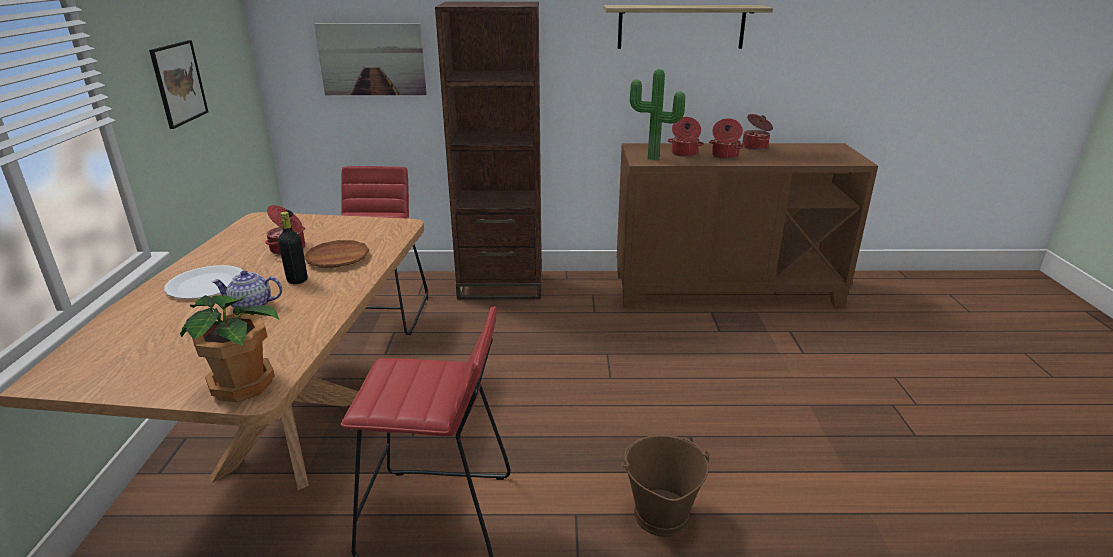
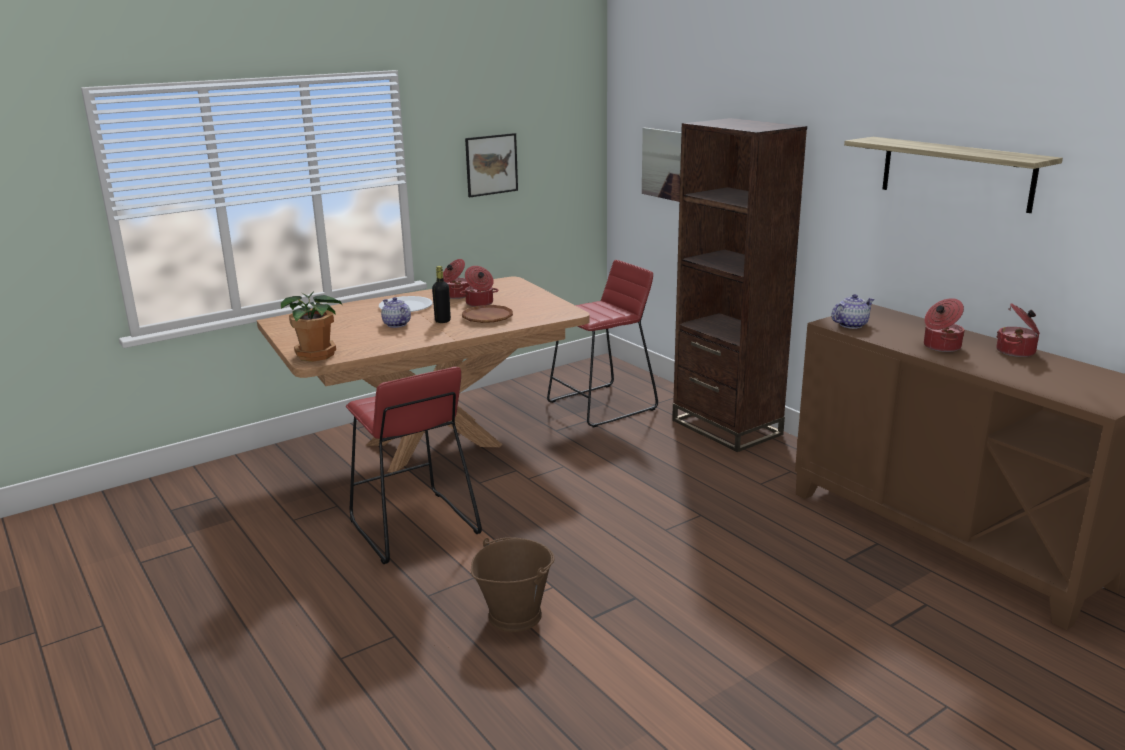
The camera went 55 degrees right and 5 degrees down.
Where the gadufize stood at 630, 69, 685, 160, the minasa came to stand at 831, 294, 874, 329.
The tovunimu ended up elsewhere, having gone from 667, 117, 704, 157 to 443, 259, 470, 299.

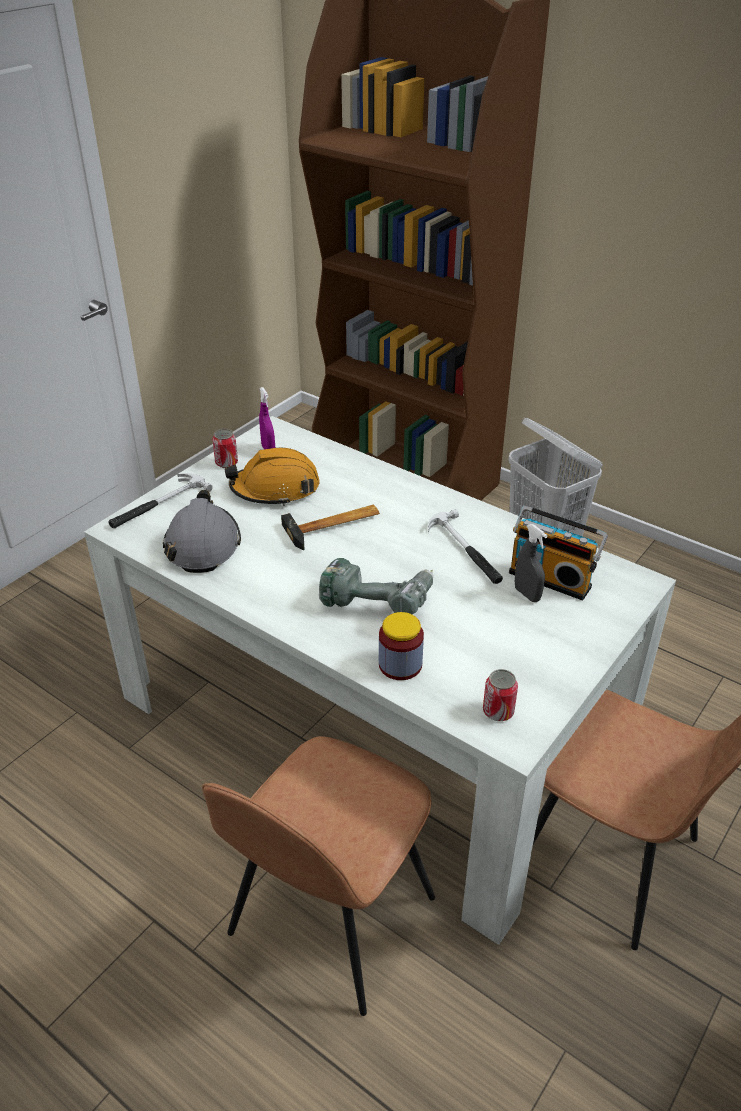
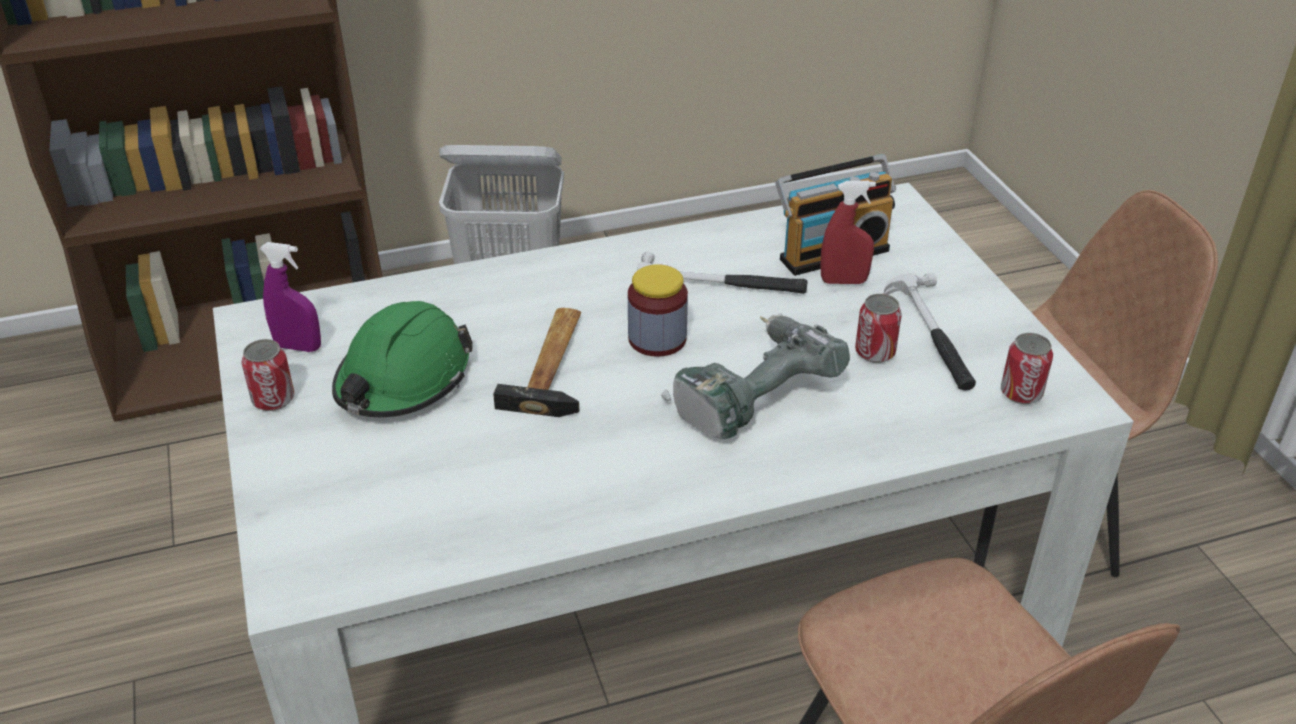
The camera went 55 degrees left and 0 degrees up.
The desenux ended up elsewhere, having gone from 108, 473, 213, 528 to 884, 273, 976, 391.
The second view lost the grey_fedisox at 163, 490, 241, 573.
What was the orange_fedisox at 225, 448, 320, 506 turned into the green_fedisox at 332, 301, 473, 417.
The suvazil ended up elsewhere, having gone from 379, 612, 424, 680 to 628, 264, 688, 357.
What was the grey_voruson at 515, 524, 548, 602 turned into the red_voruson at 820, 181, 876, 284.
The second view gained the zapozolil at 855, 294, 902, 363.

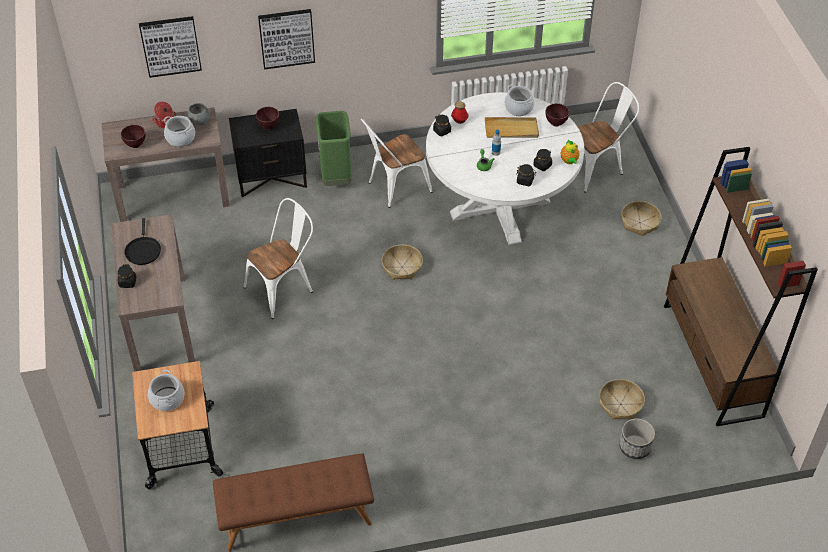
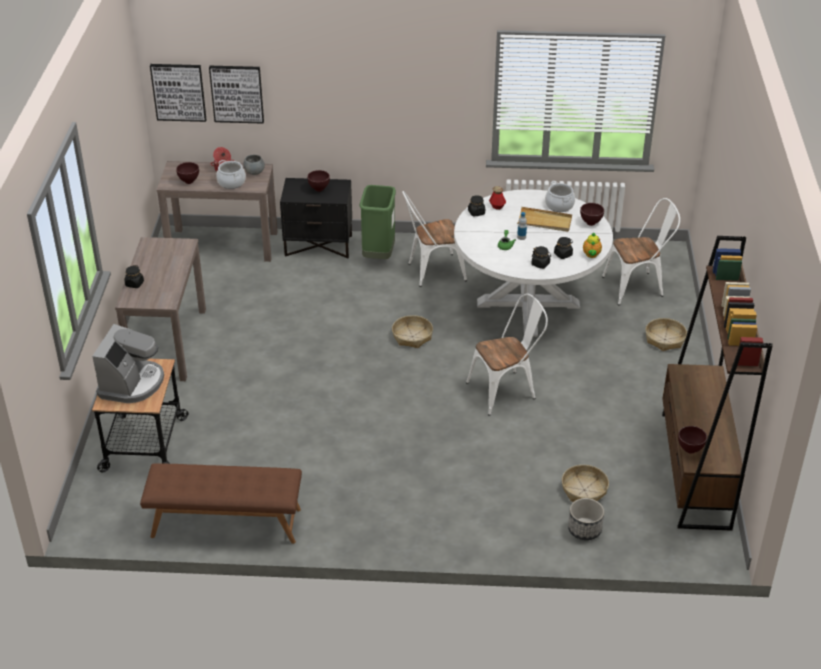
The camera went 15 degrees right and 10 degrees down.
The second view lost the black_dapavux at 124, 218, 161, 265.
Where the tovunimu stood at 148, 370, 184, 411, the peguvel came to stand at 92, 324, 164, 403.
The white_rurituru ended up elsewhere, having gone from 243, 198, 313, 319 to 466, 293, 548, 416.
The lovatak ended up elsewhere, having gone from 258, 9, 315, 70 to 150, 64, 207, 122.
The second view gained the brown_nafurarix at 678, 426, 707, 454.

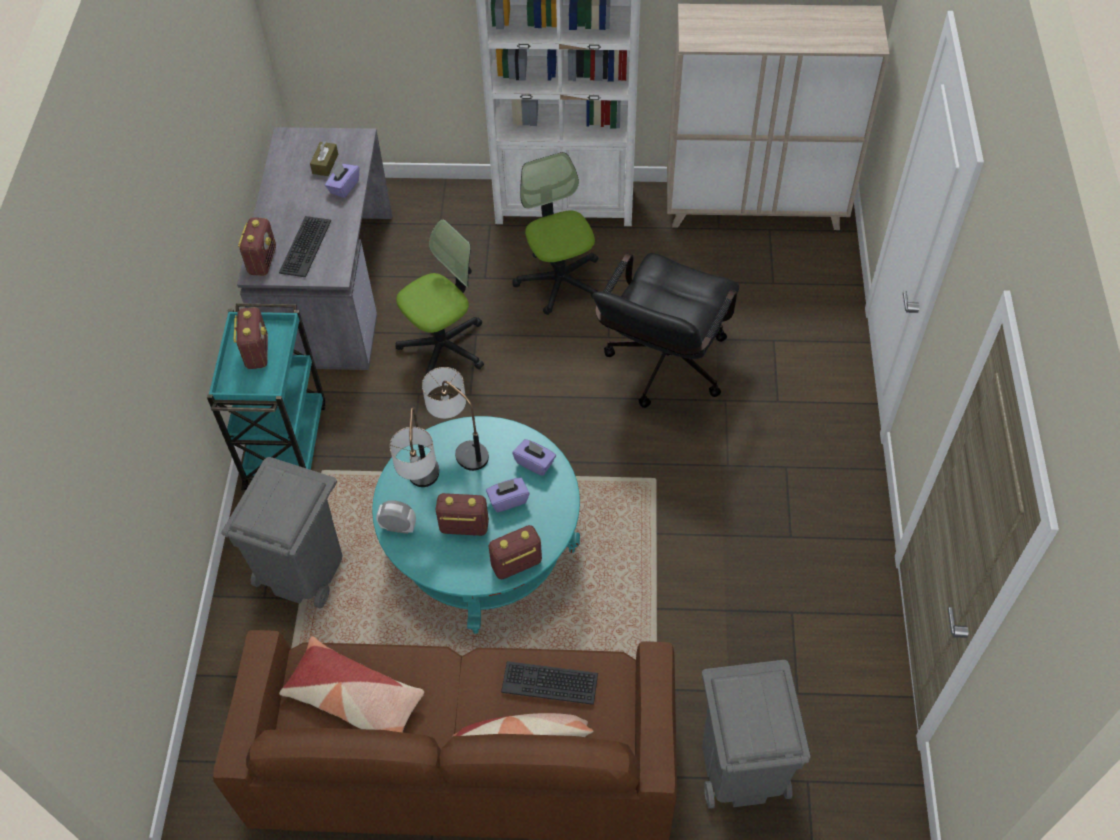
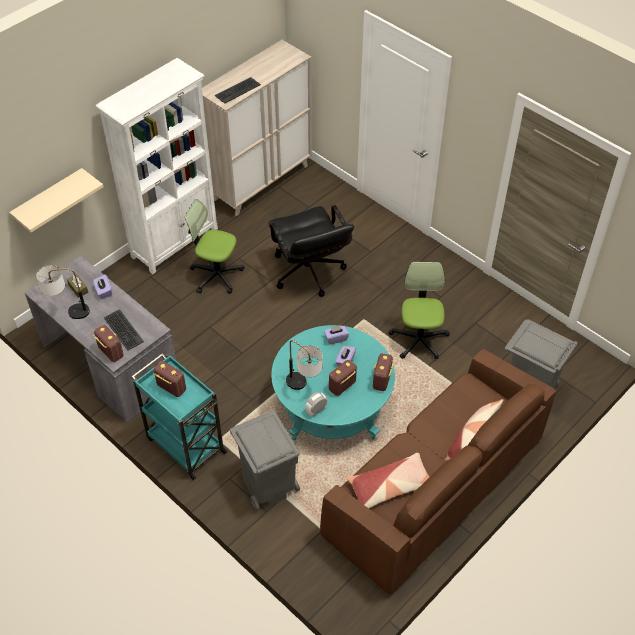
The camera went 50 degrees left and 5 degrees down.
The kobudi ended up elsewhere, having gone from 396, 219, 484, 375 to 389, 262, 450, 359.
The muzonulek ended up elsewhere, having gone from 422, 367, 489, 471 to 36, 265, 90, 319.
The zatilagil ended up elsewhere, having gone from 501, 661, 598, 705 to 215, 77, 261, 104.
The second view gained the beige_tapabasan at 9, 168, 103, 232.

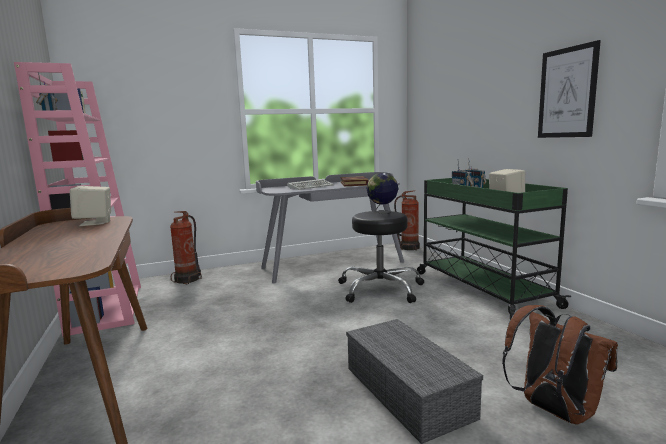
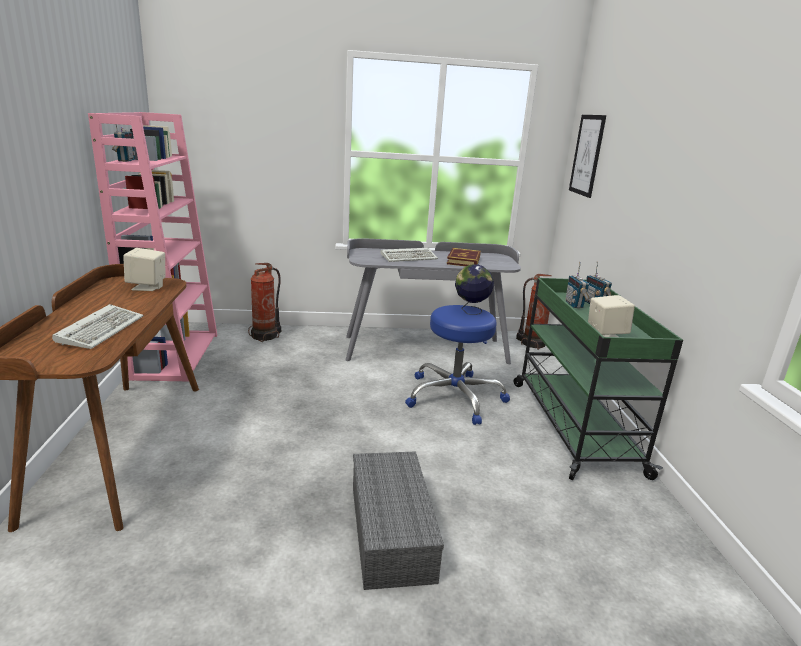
The camera went 15 degrees right and 10 degrees up.
What was the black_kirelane at 338, 211, 424, 303 turned into the blue_kirelane at 405, 305, 510, 425.
The second view lost the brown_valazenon at 502, 305, 618, 425.
The lovatak ended up elsewhere, having gone from 538, 40, 601, 138 to 569, 115, 606, 198.
The second view gained the zatilagil at 52, 304, 144, 349.

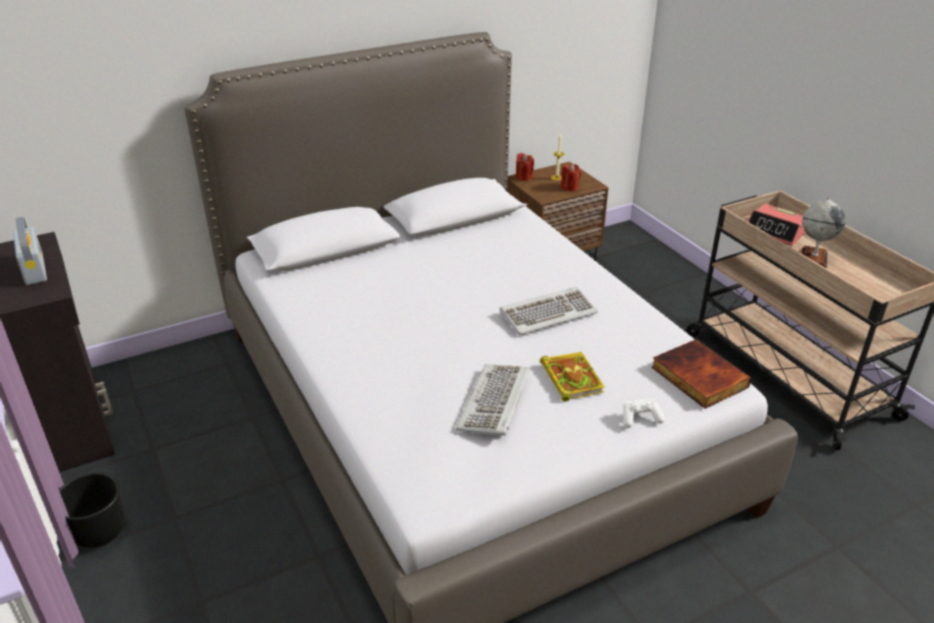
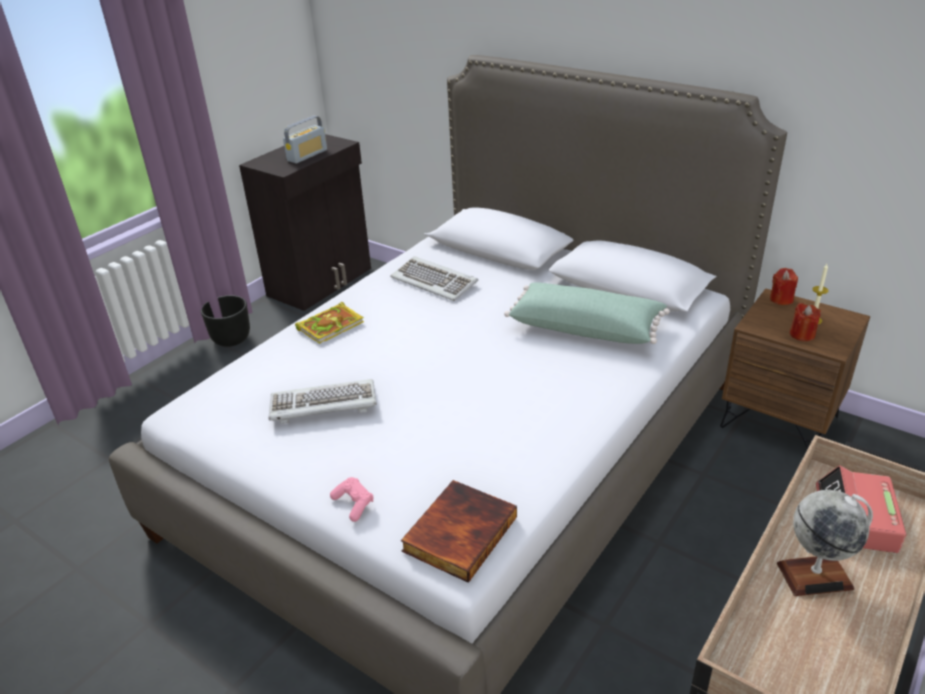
The camera went 65 degrees right and 0 degrees up.
The zatilagil ended up elsewhere, having gone from 499, 287, 598, 335 to 390, 256, 478, 301.
The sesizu ended up elsewhere, having gone from 540, 352, 605, 402 to 295, 302, 364, 344.
What was the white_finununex at 623, 398, 665, 428 turned into the pink_finununex at 330, 477, 374, 522.
The second view gained the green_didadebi at 504, 282, 670, 344.

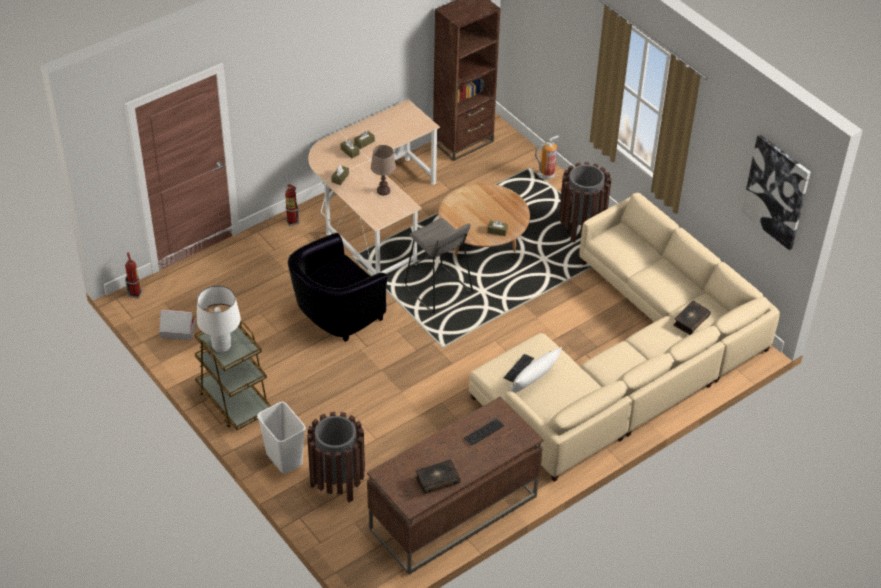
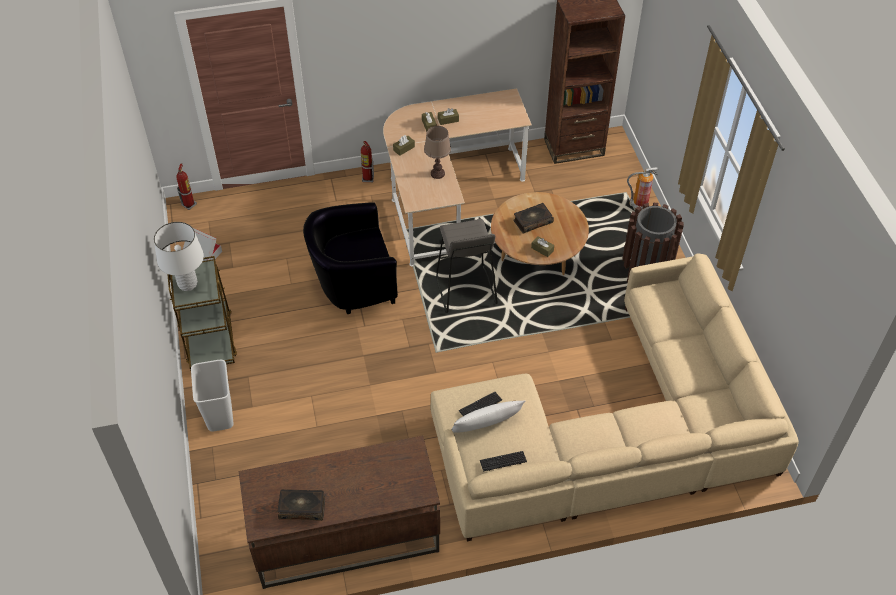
The camera went 25 degrees right and 5 degrees up.
The second view lost the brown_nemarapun at 307, 412, 365, 503.
The zatilagil ended up elsewhere, having gone from 464, 418, 504, 445 to 480, 451, 527, 471.
The sesizu ended up elsewhere, having gone from 673, 301, 711, 335 to 513, 203, 554, 234.
The second view lost the lovatak at 741, 134, 811, 250.

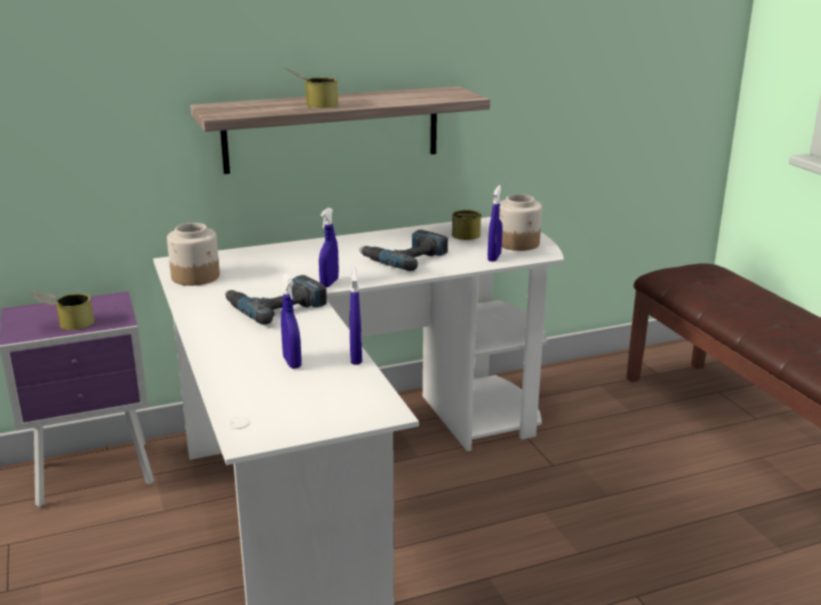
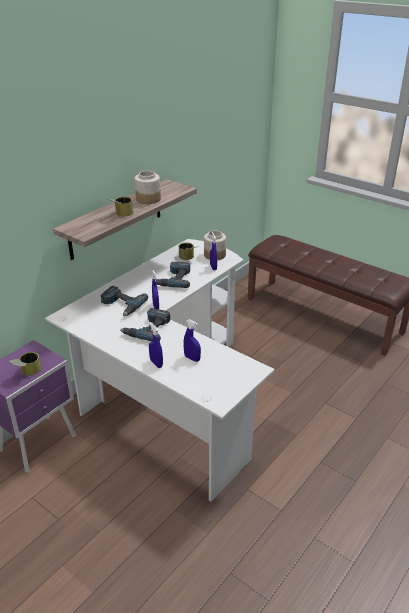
The camera went 30 degrees left and 10 degrees up.
The suvazil ended up elsewhere, having gone from 167, 223, 220, 286 to 135, 171, 161, 204.
The blue_voruson ended up elsewhere, having gone from 350, 266, 362, 365 to 149, 322, 163, 368.
The second view gained the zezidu at 100, 286, 148, 316.

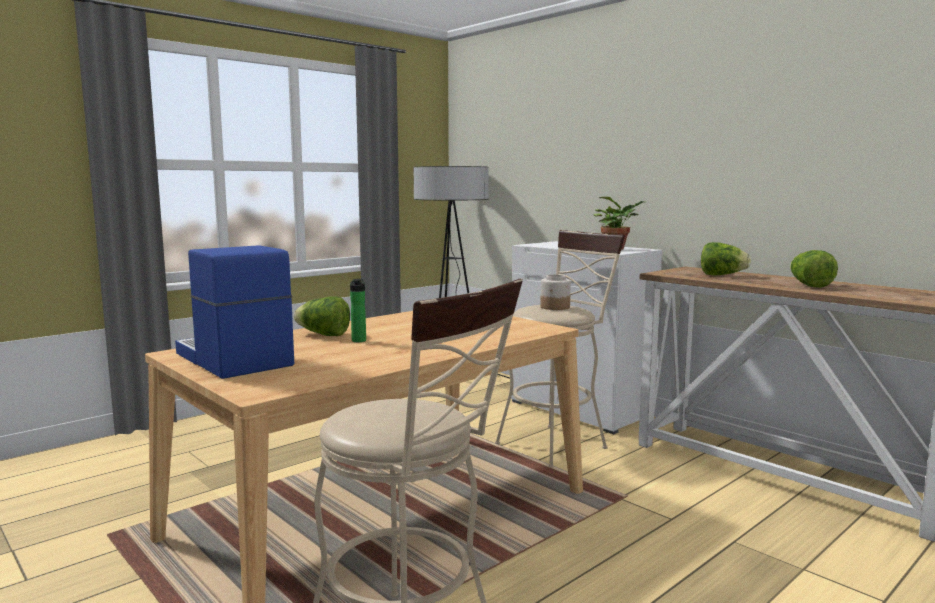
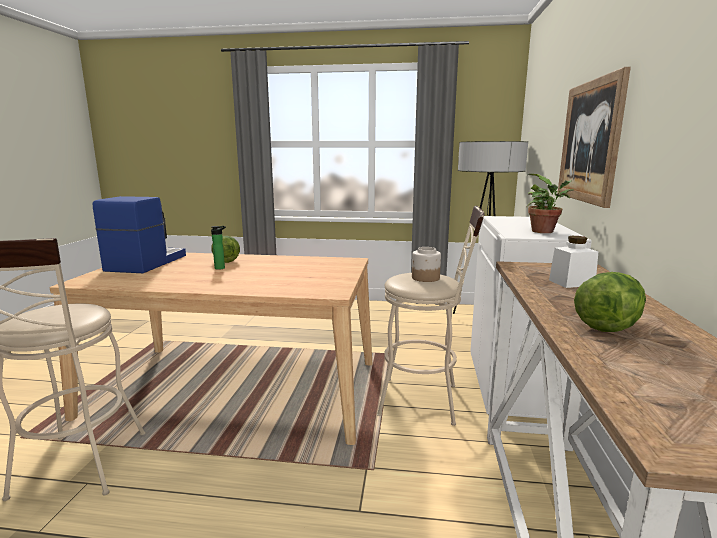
The camera went 50 degrees right and 5 degrees up.
Where the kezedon stood at 701, 242, 751, 275, the white_suvazil came to stand at 549, 236, 599, 288.
The second view gained the lovatak at 558, 67, 631, 208.

